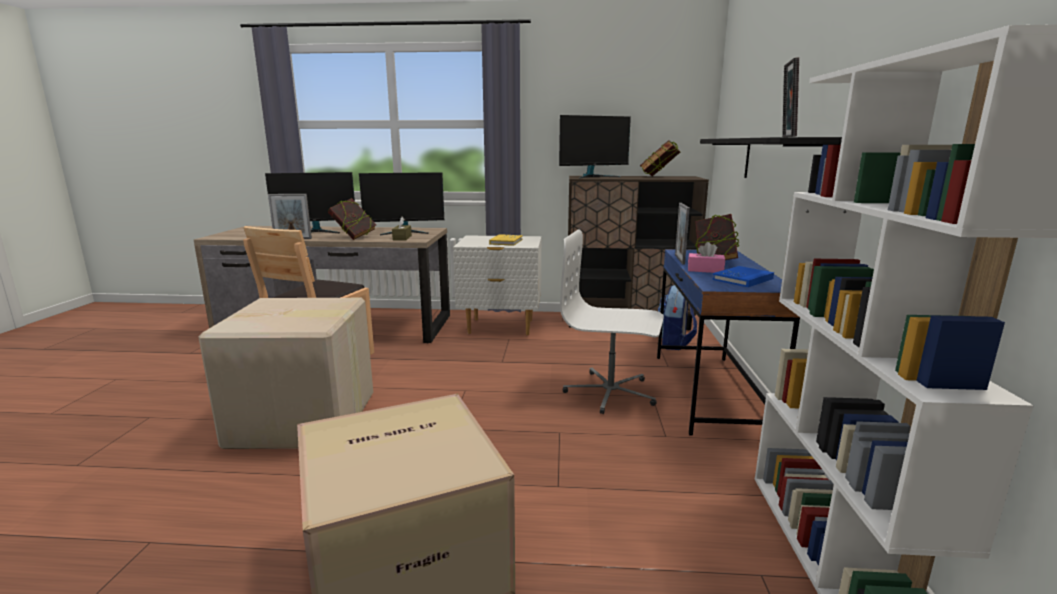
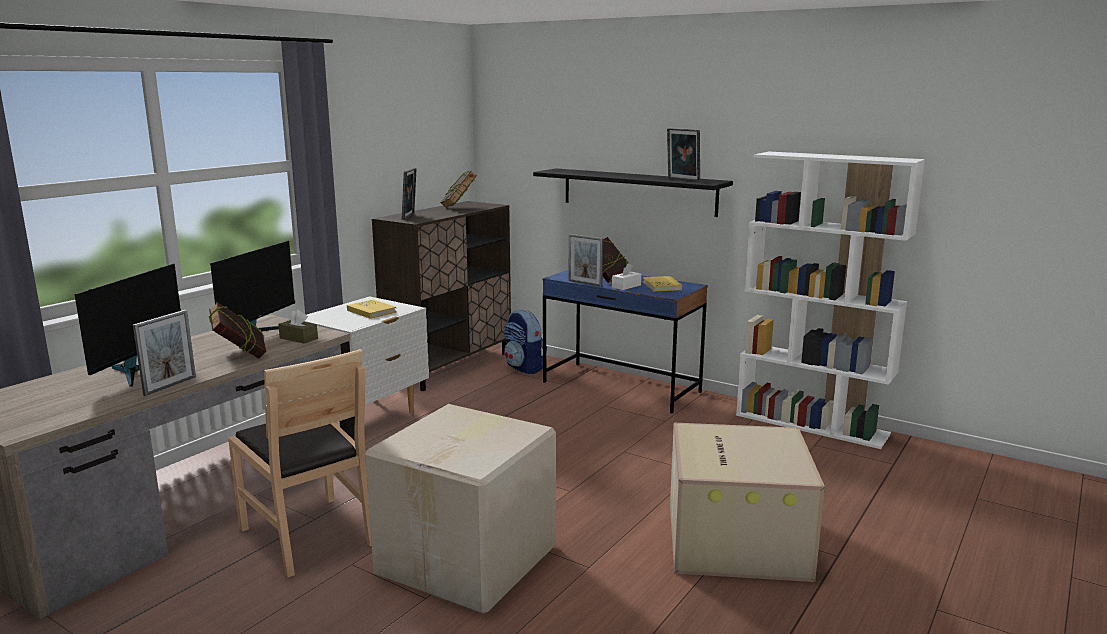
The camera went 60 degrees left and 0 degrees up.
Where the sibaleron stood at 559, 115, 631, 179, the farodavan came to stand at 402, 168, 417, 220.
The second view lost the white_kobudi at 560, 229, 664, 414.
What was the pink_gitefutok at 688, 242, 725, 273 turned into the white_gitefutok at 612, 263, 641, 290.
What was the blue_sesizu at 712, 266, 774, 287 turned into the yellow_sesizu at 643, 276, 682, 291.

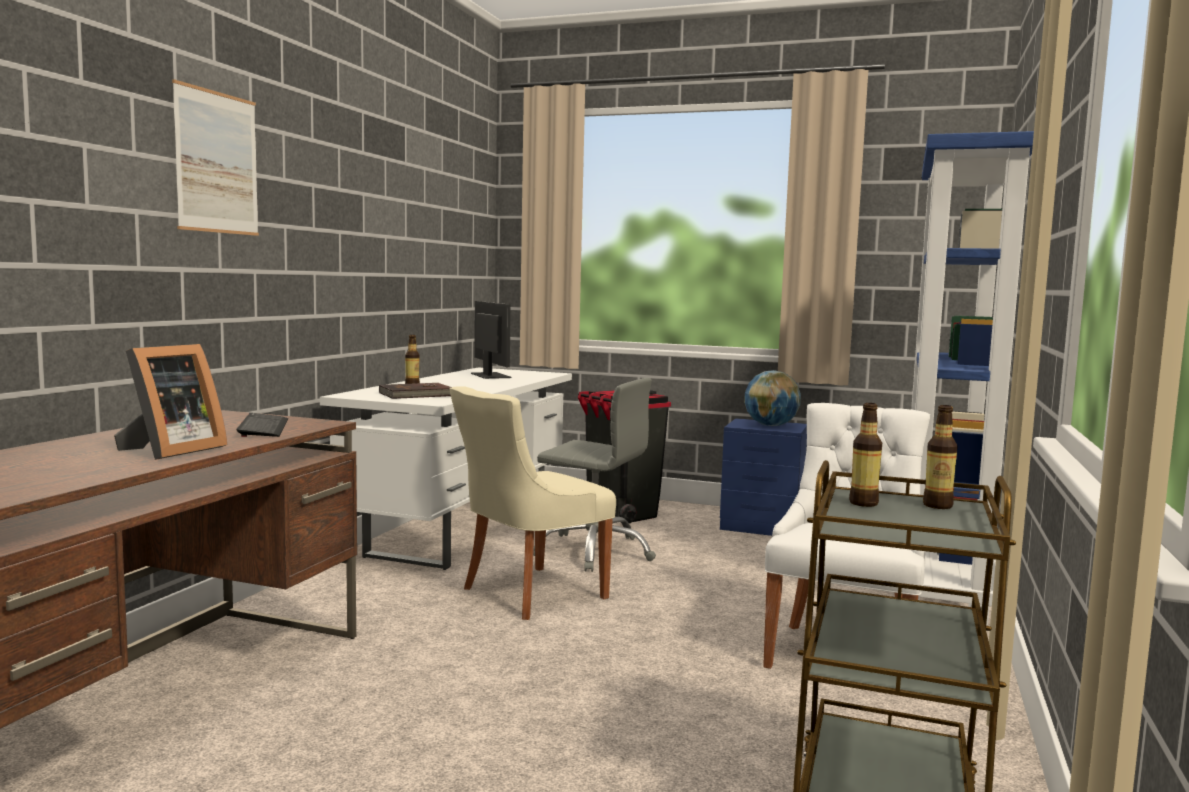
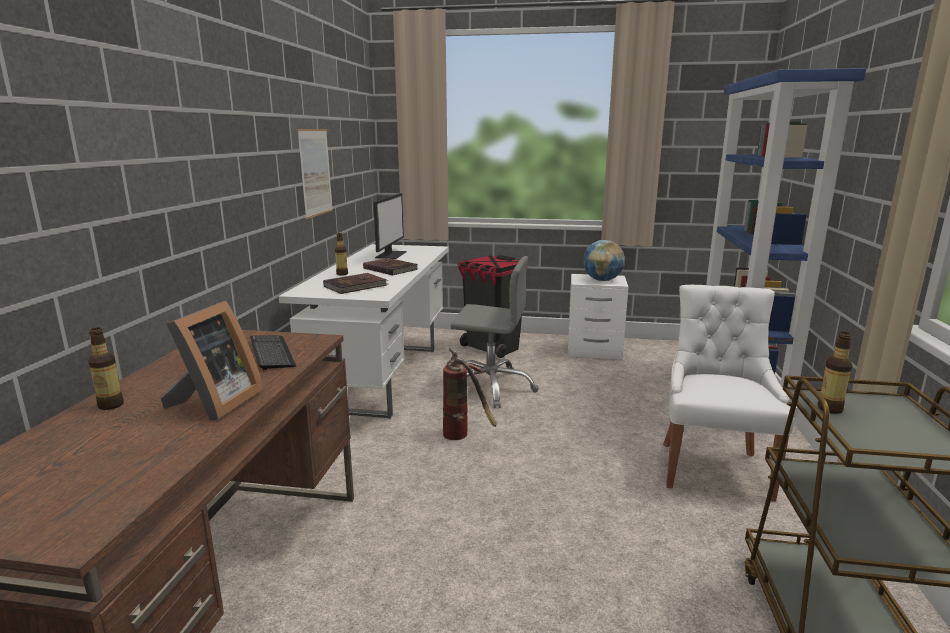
The camera went 10 degrees left and 10 degrees up.
The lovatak ended up elsewhere, having gone from 172, 79, 259, 236 to 297, 129, 333, 219.
Where the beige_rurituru stood at 449, 386, 616, 620, the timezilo came to stand at 443, 348, 497, 440.
The sibaleron at 471, 301, 512, 379 ended up facing another way, 45 degrees clockwise from before.
What was the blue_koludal at 720, 418, 807, 536 turned into the white_koludal at 568, 274, 629, 360.
The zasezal ended up elsewhere, having gone from 923, 405, 958, 509 to 88, 328, 124, 410.
The second view gained the brown_sesizu at 363, 258, 418, 275.

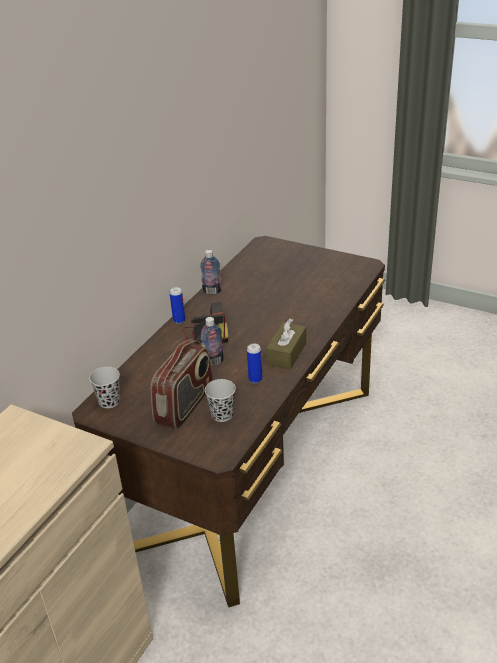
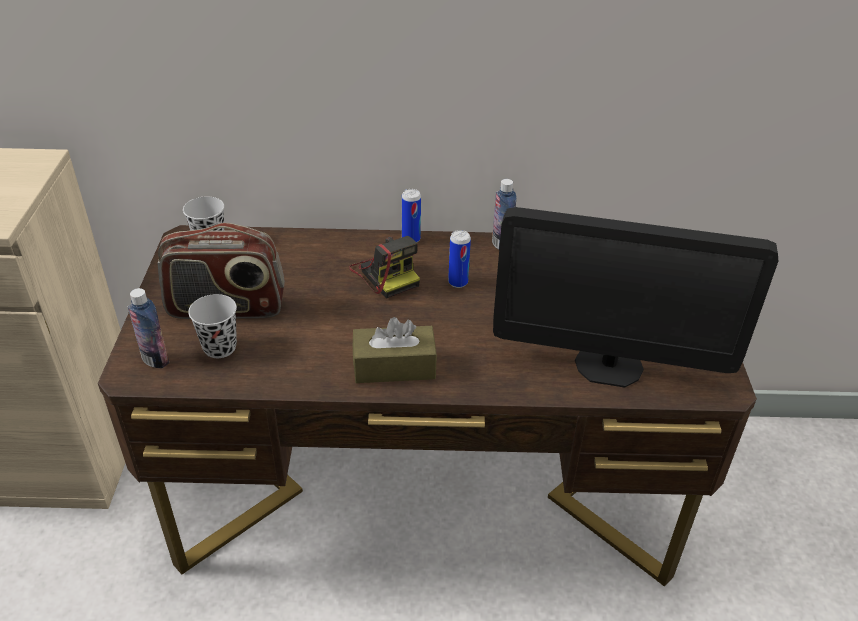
The camera went 60 degrees right and 5 degrees up.
The zasezal ended up elsewhere, having gone from 201, 317, 224, 366 to 128, 288, 169, 368.
The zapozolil ended up elsewhere, having gone from 247, 344, 262, 383 to 448, 230, 471, 288.
The second view gained the sibaleron at 493, 207, 778, 388.

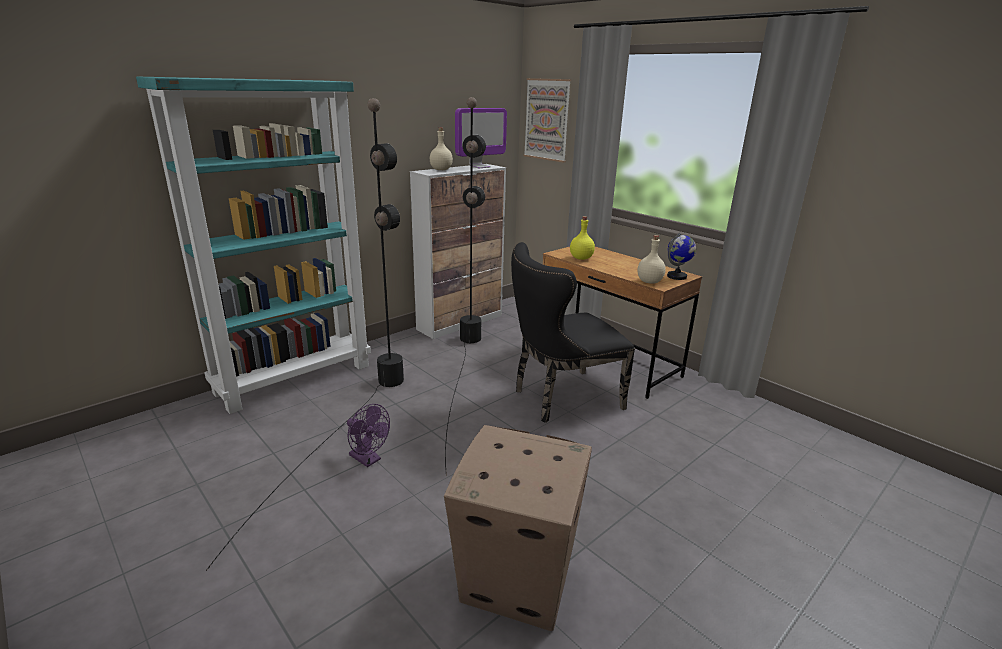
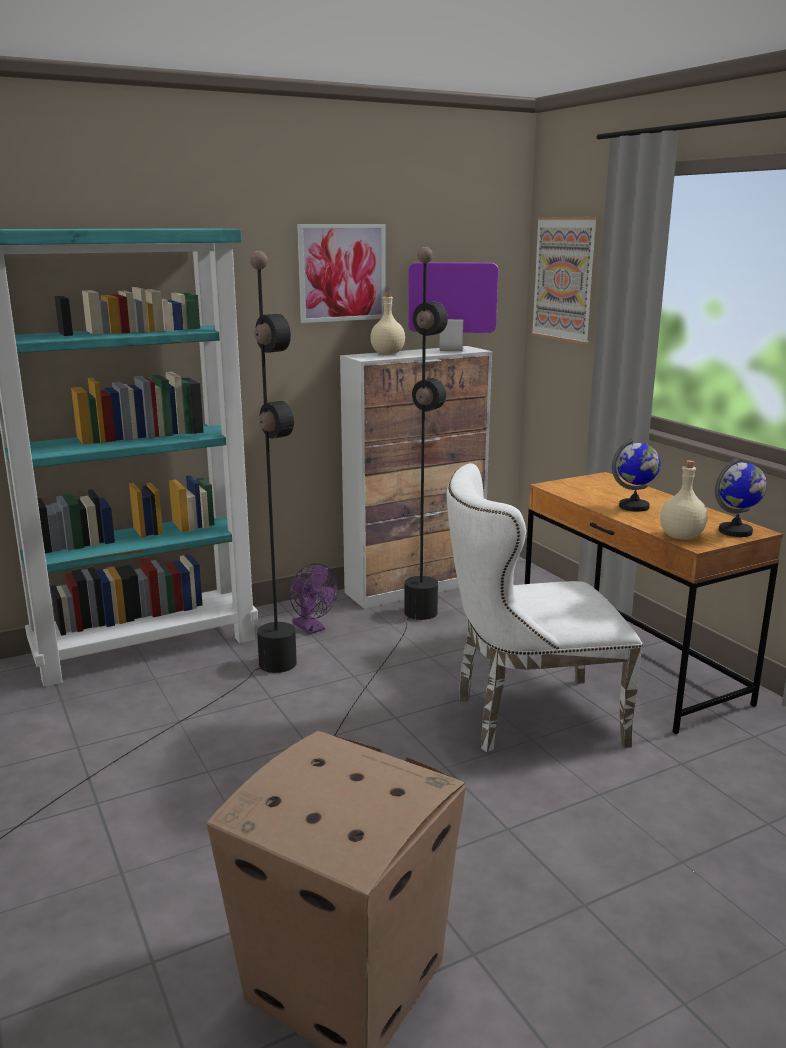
The camera went 15 degrees right and 5 degrees down.
The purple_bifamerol ended up elsewhere, having gone from 347, 404, 390, 467 to 289, 563, 338, 634.
The sibaleron at 455, 108, 507, 168 ended up facing another way, 150 degrees counterclockwise from before.
What was the black_rurituru at 511, 242, 635, 423 turned into the white_rurituru at 447, 463, 643, 753.
The second view lost the yellow_zasezal at 570, 216, 595, 260.
The second view gained the lovatak at 297, 224, 386, 323.
The second view gained the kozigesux at 612, 438, 661, 512.

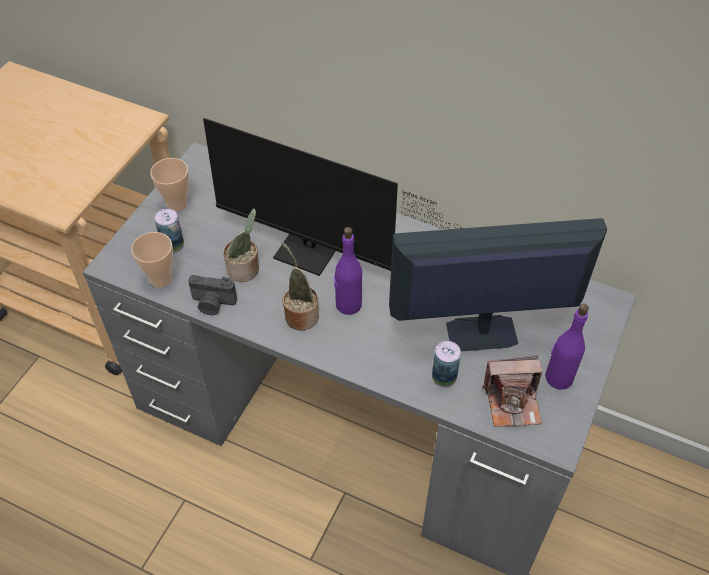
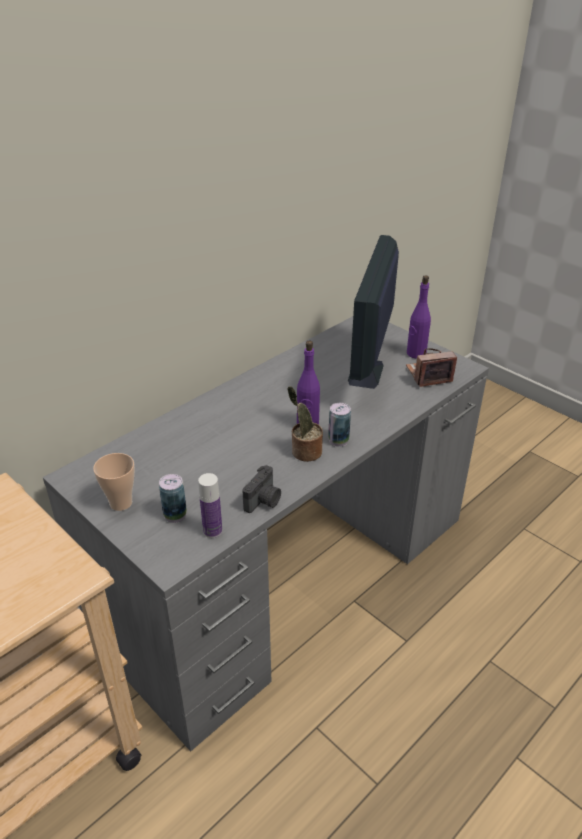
The camera went 70 degrees left and 15 degrees down.
Where the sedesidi stood at 131, 232, 173, 288, the zasezal came to stand at 198, 473, 222, 538.
The second view lost the sibaleron at 203, 118, 463, 276.
The second view lost the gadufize at 223, 209, 259, 282.
The zapozolil ended up elsewhere, having gone from 432, 341, 461, 388 to 328, 403, 351, 447.
The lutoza at 482, 355, 542, 427 ended up facing another way, 120 degrees counterclockwise from before.

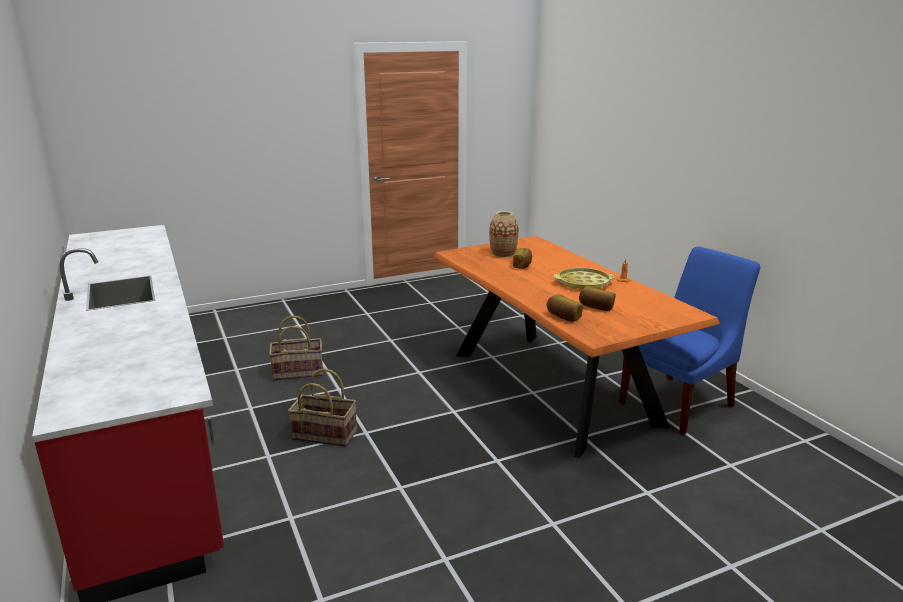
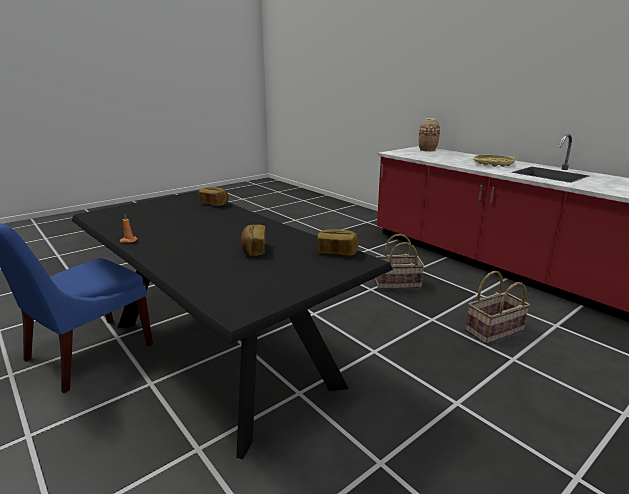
The camera went 165 degrees right and 0 degrees up.
What was the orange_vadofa at 433, 236, 720, 458 turned into the black_vadofa at 71, 191, 393, 459.
The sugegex ended up elsewhere, having gone from 489, 211, 518, 258 to 418, 118, 440, 152.
The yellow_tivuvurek ended up elsewhere, having gone from 554, 268, 615, 289 to 473, 155, 515, 167.
The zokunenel ended up elsewhere, having gone from 579, 286, 616, 311 to 317, 229, 359, 256.

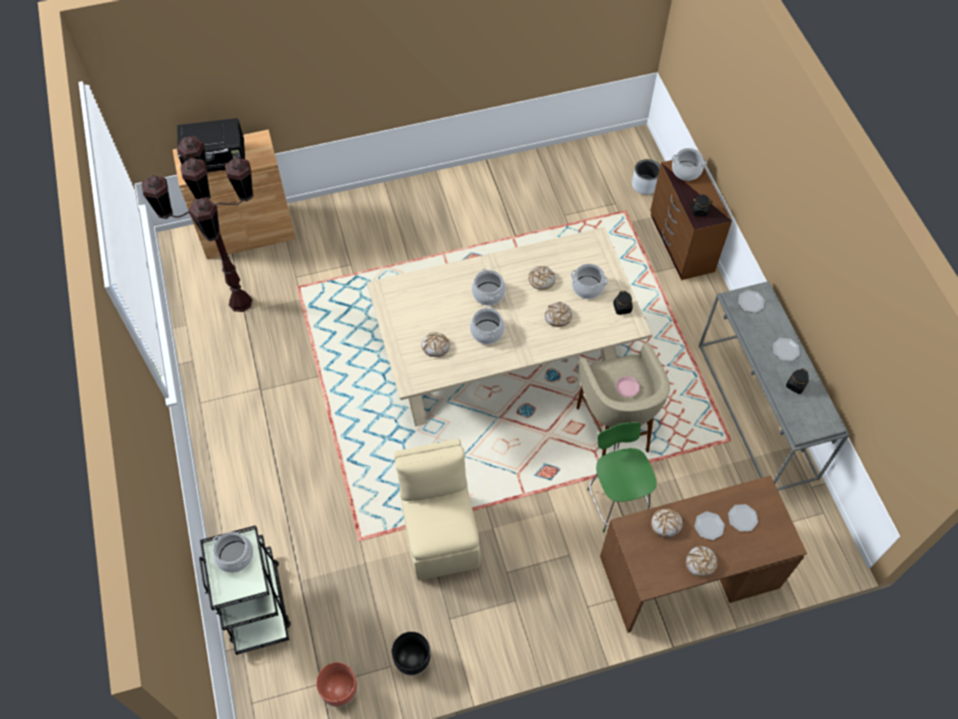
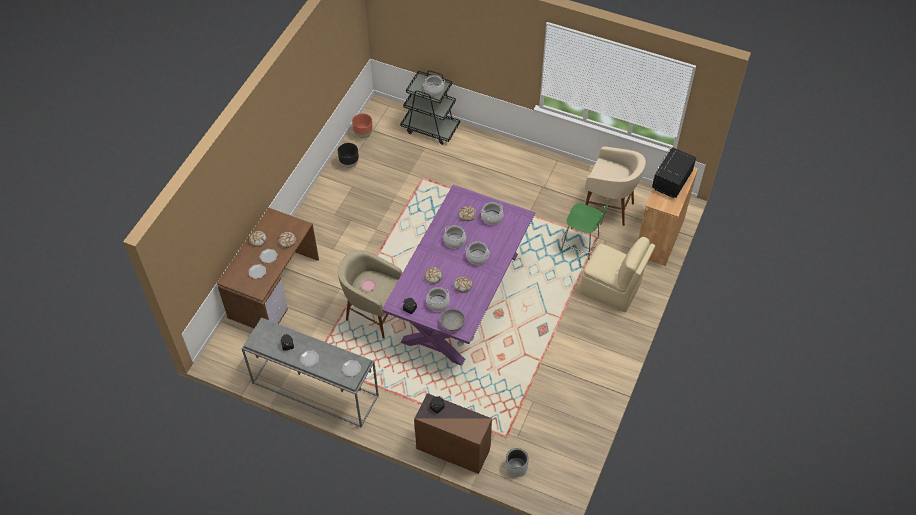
The camera went 130 degrees right and 5 degrees down.
Where the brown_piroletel stood at 142, 136, 254, 312, the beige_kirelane came to stand at 585, 146, 646, 226.
What was the beige_vadofa at 367, 227, 652, 426 turned into the purple_vadofa at 382, 185, 535, 366.
The beige_rurituru ended up elsewhere, having gone from 394, 439, 480, 580 to 580, 237, 655, 312.
The green_kirelane ended up elsewhere, having gone from 587, 422, 657, 533 to 561, 200, 610, 260.
The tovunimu ended up elsewhere, having gone from 672, 148, 707, 181 to 481, 202, 503, 225.
The second view gained the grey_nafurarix at 440, 309, 465, 331.

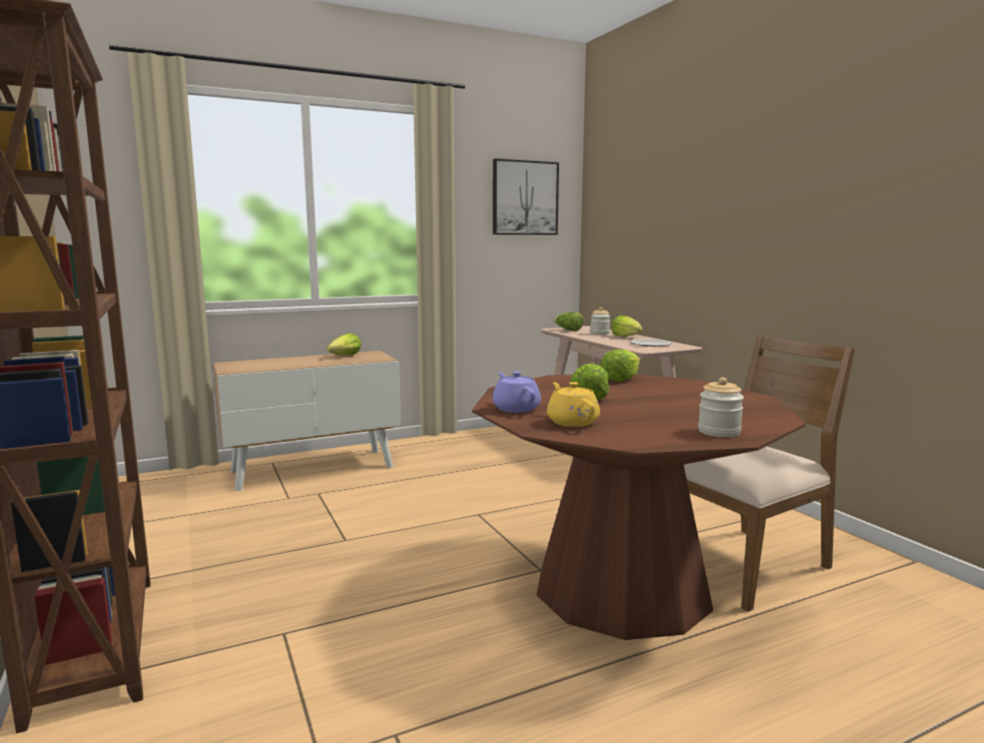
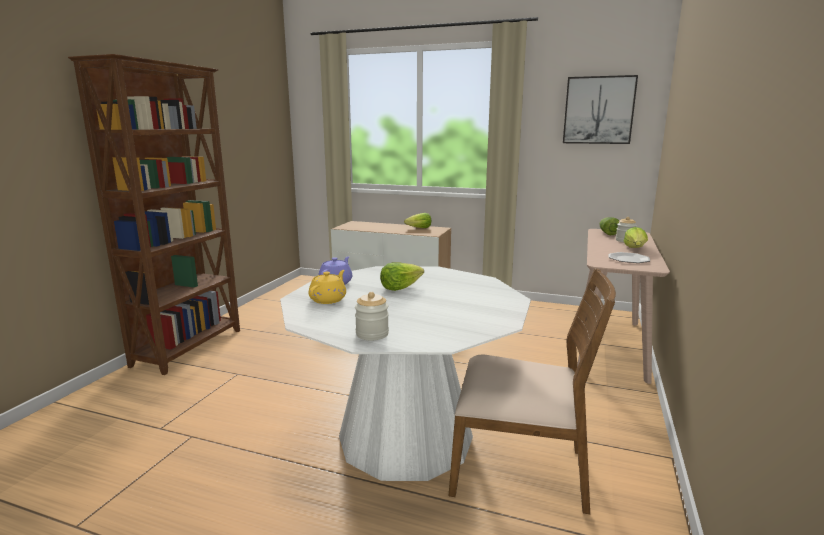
The camera went 45 degrees right and 5 degrees up.
What was the brown_vadofa at 472, 374, 806, 640 turned into the white_vadofa at 280, 266, 531, 481.
The second view lost the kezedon at 601, 349, 641, 381.

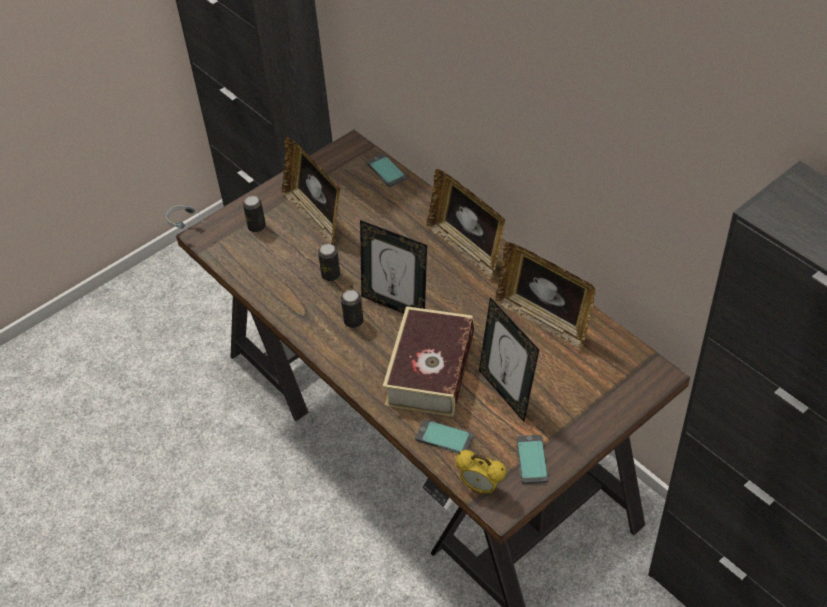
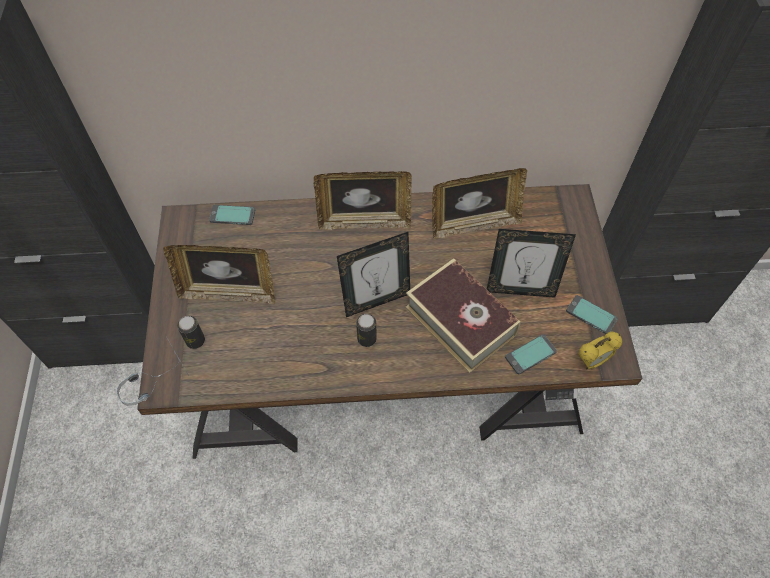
The camera went 55 degrees left and 10 degrees up.
The second view lost the zapozolil at 318, 244, 340, 281.

